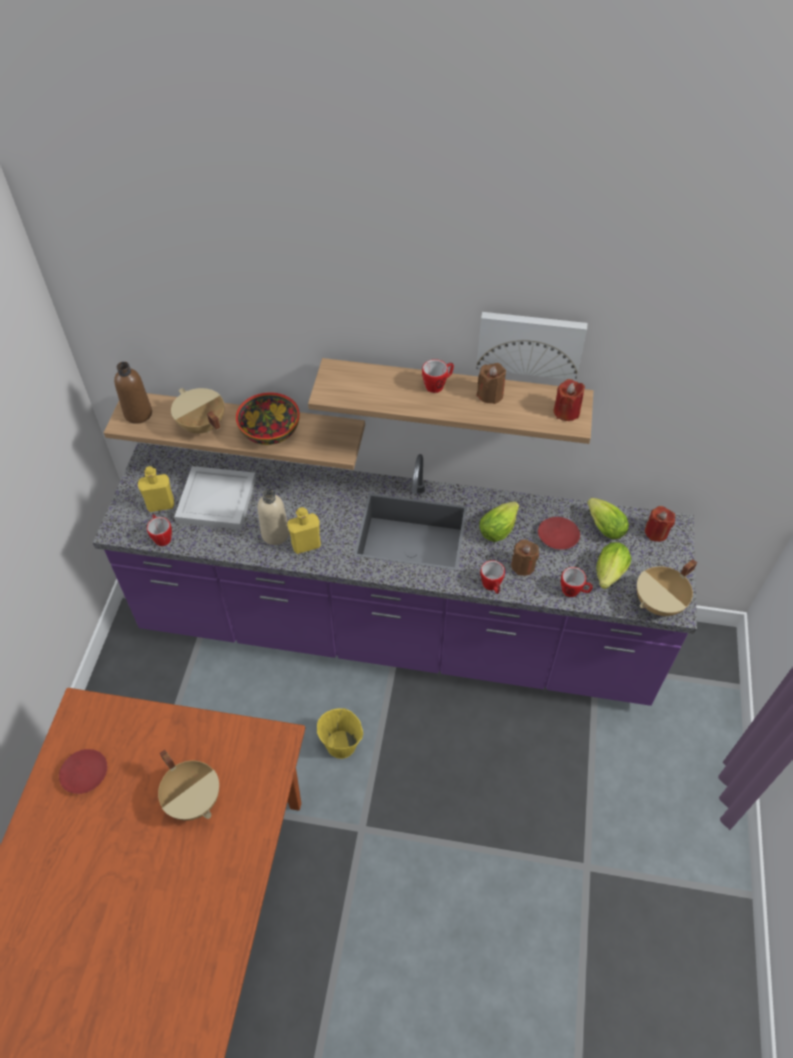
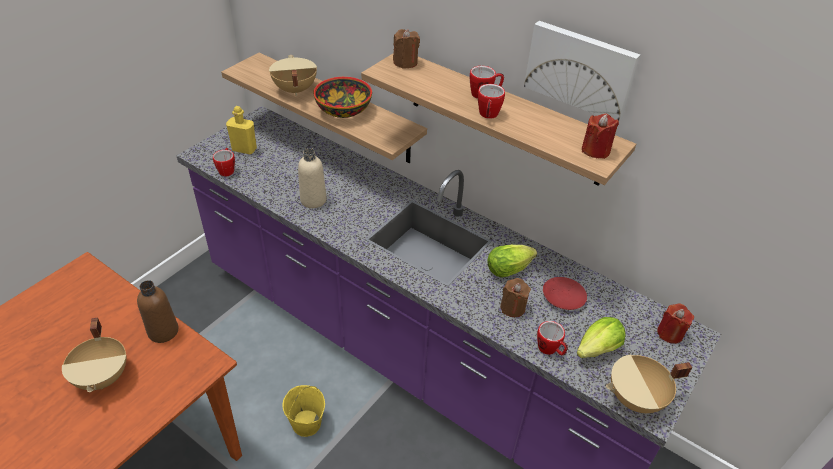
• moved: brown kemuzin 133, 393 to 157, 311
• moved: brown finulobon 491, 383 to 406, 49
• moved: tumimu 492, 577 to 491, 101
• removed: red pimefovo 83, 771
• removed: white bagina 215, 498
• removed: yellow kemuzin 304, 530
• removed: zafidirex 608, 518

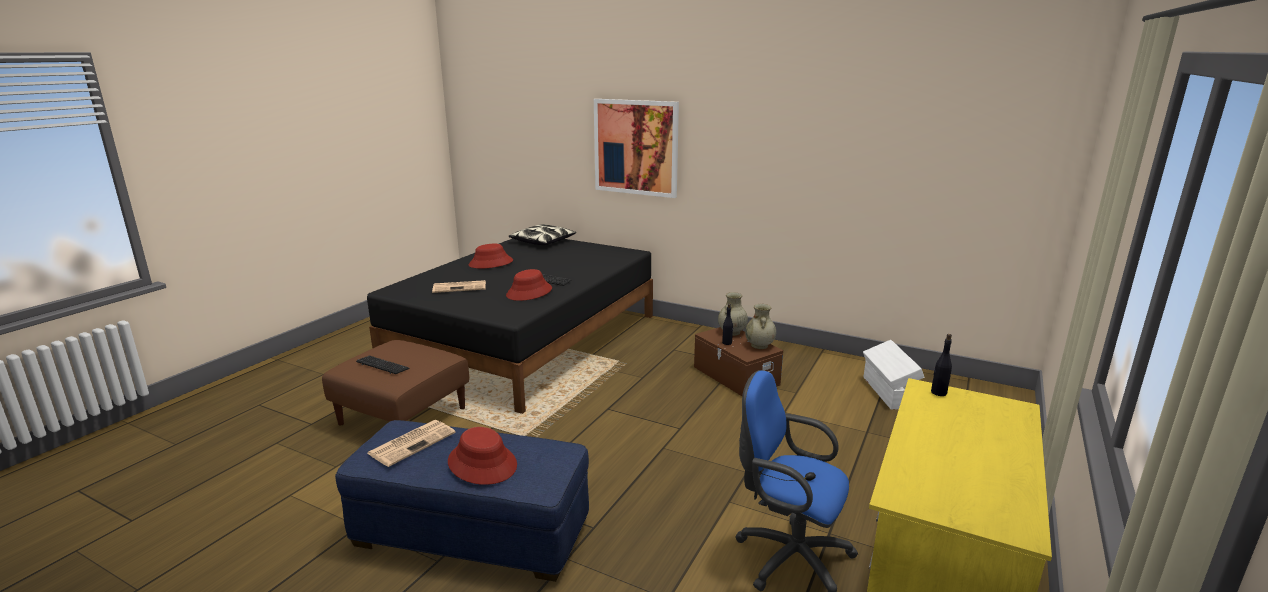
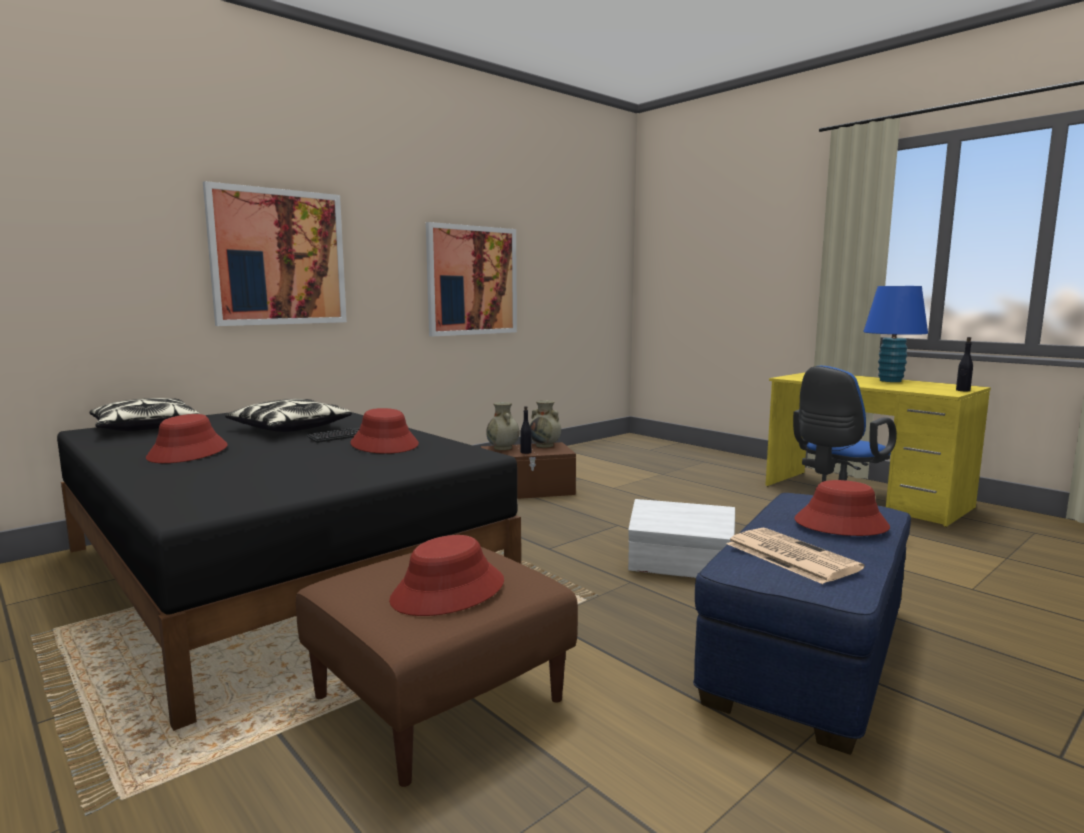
• added: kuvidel 288, 415
• replaced: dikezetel 382, 365 to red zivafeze 446, 575
• added: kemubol 471, 279
• moved: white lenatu 893, 375 to 681, 538
• added: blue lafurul 895, 334
• moved: black kemuzin 941, 365 to 964, 364
• removed: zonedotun 459, 286

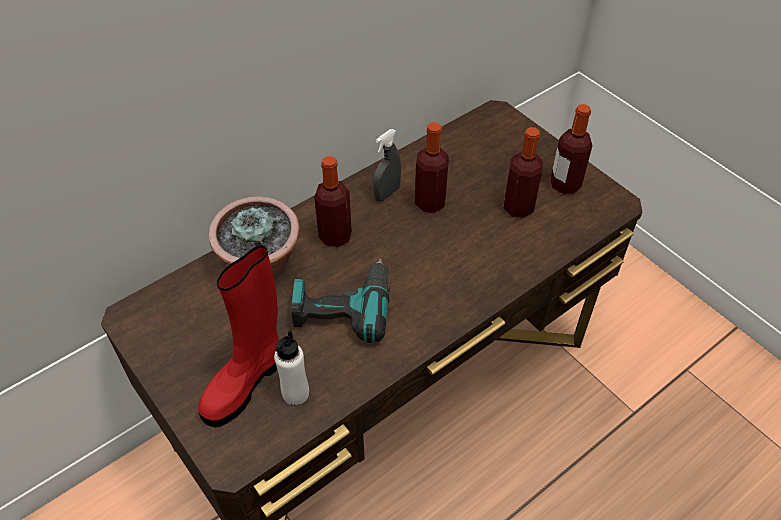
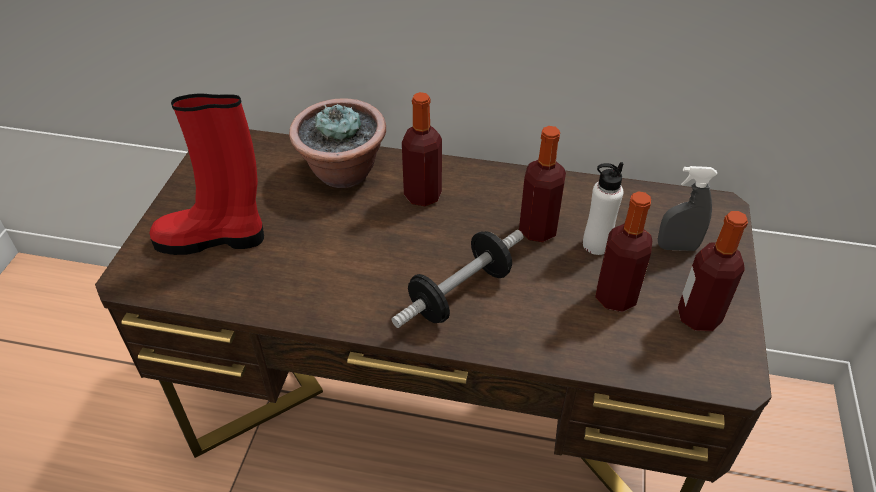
• added: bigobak 457, 279
• moved: white kemuzin 291, 367 to 603, 208
• moved: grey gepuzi 387, 165 to 688, 208
• removed: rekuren 340, 301

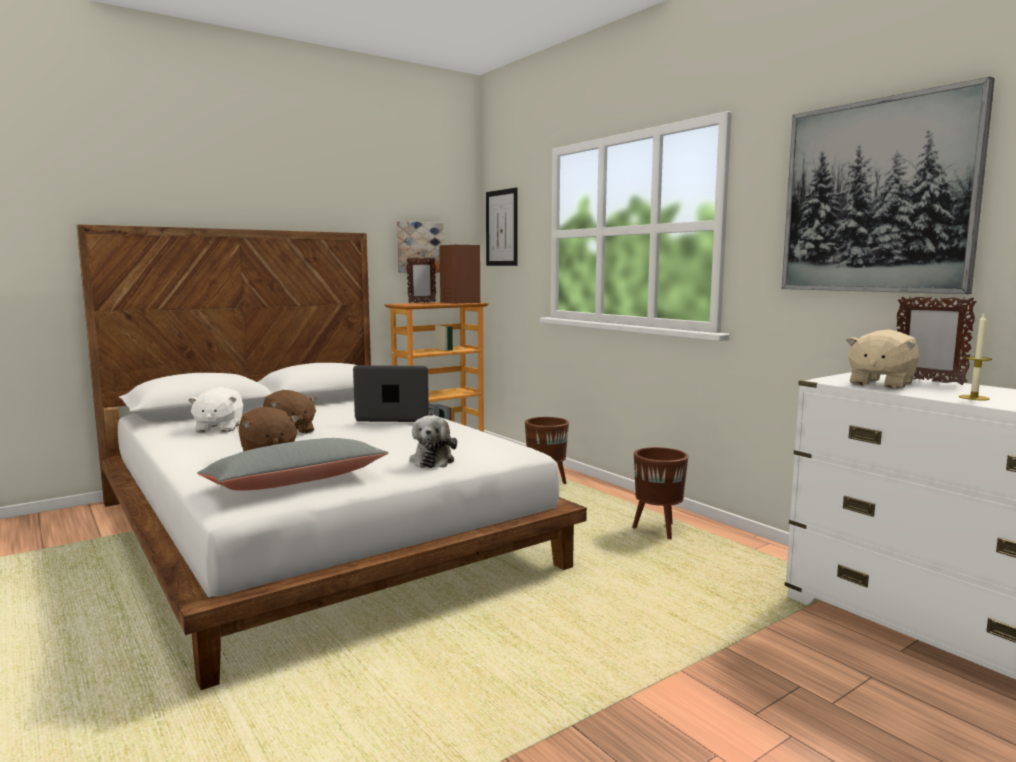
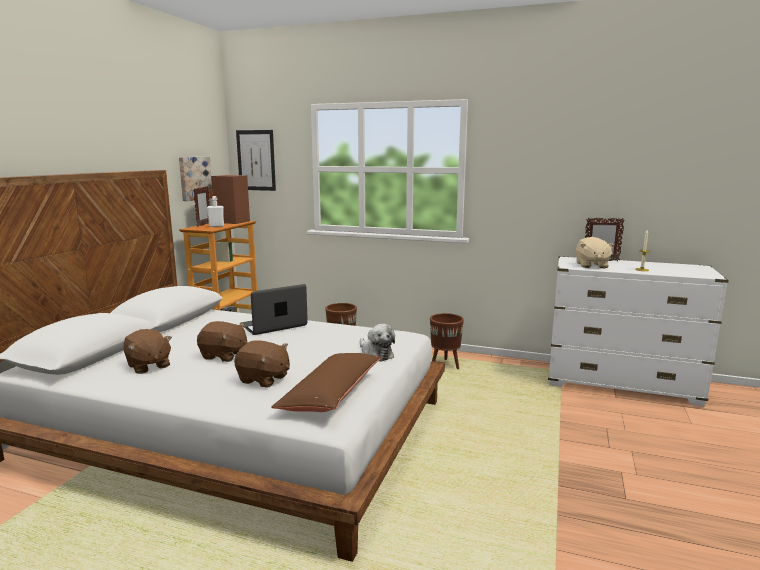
• recoloured: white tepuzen 215, 410 to brown tepuzen 147, 351
• added: white kemuzin 215, 211
• recoloured: grey kuvidel 293, 464 to brown kuvidel 326, 382
• removed: kemubol 888, 185

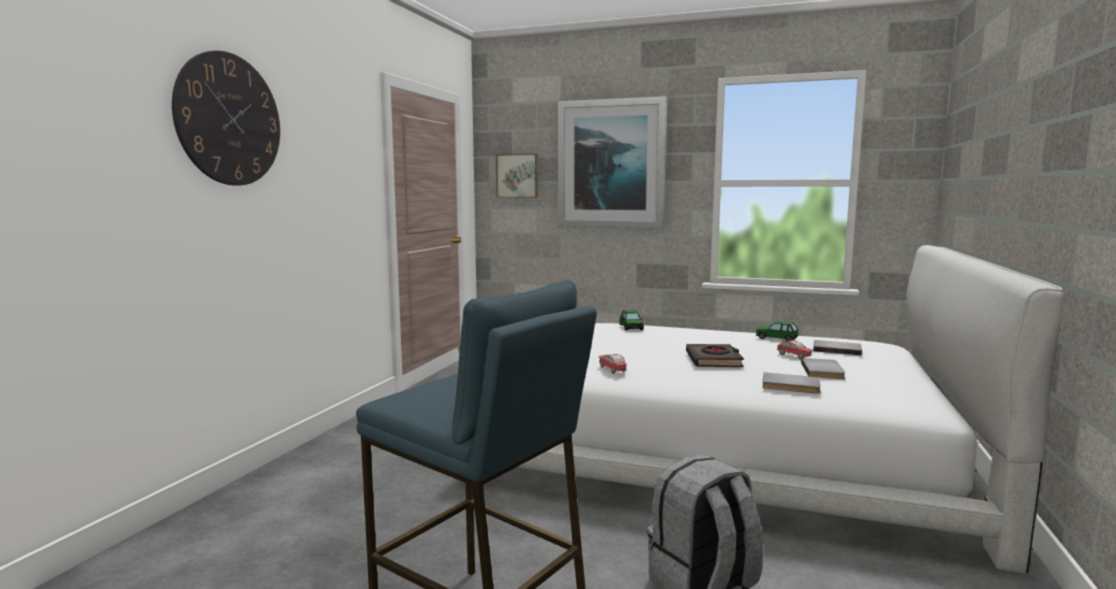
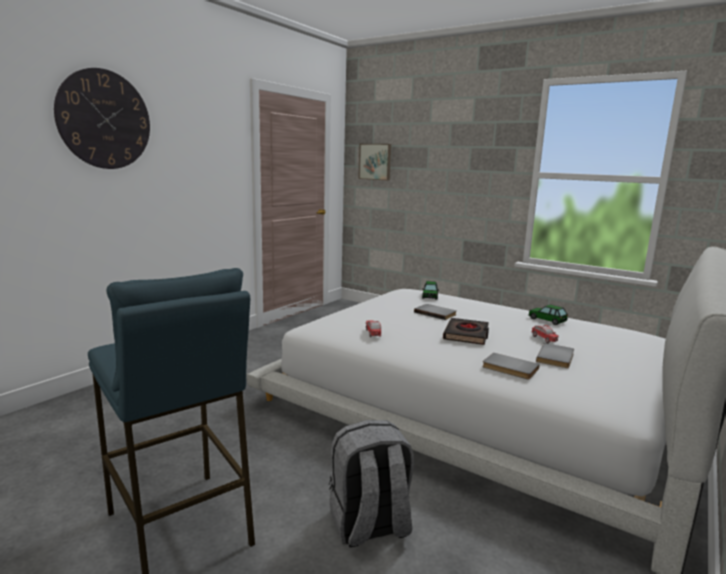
• moved: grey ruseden 837, 348 to 435, 312
• removed: kemubol 613, 162

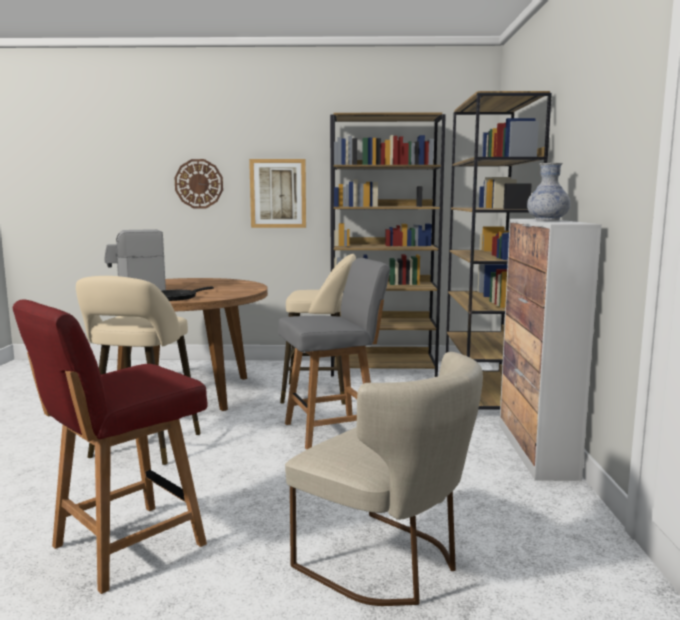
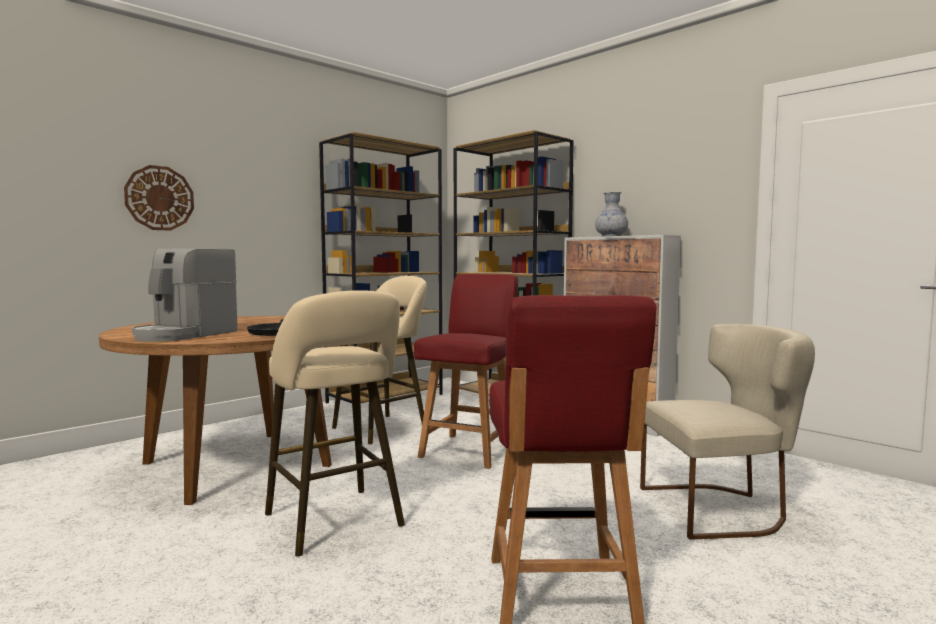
• recoloured: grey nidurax 334, 354 to red nidurax 466, 371
• removed: kemubol 277, 193

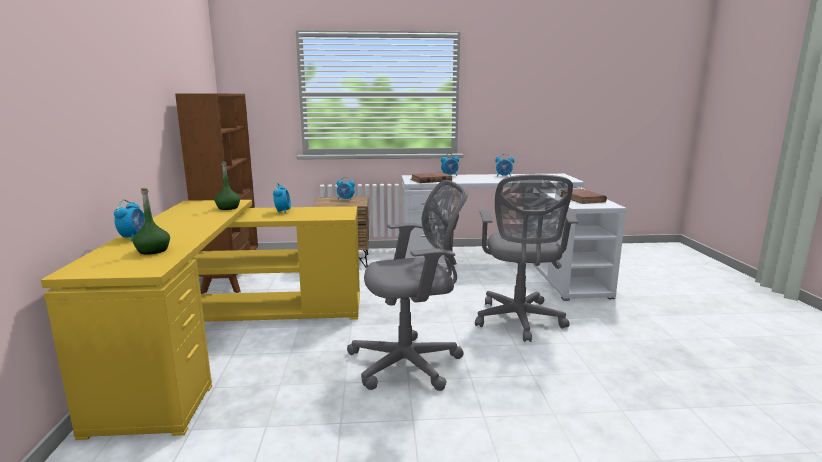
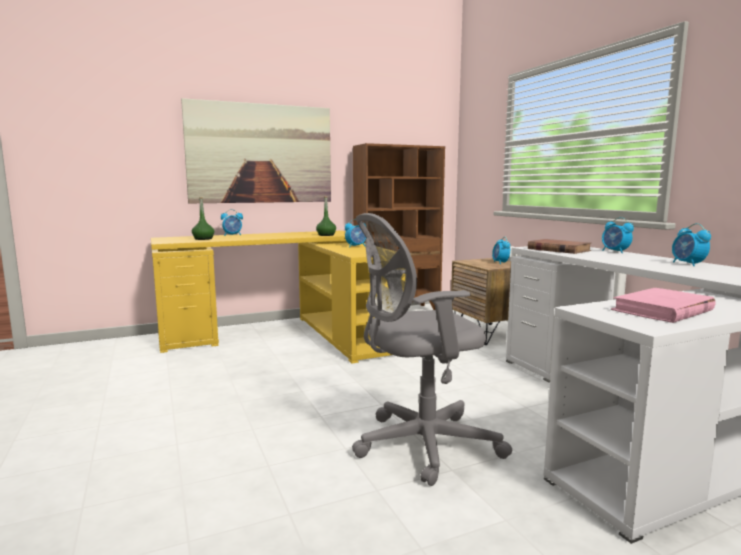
• added: kemubol 256, 150
• recoloured: brown ruseden 585, 196 to pink ruseden 663, 305
• removed: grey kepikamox 407, 285

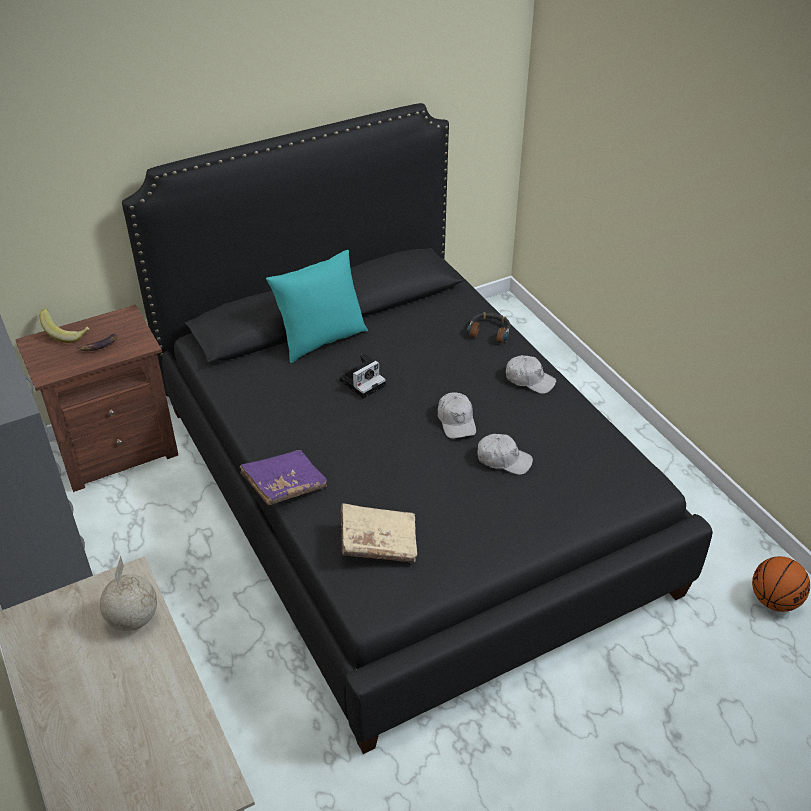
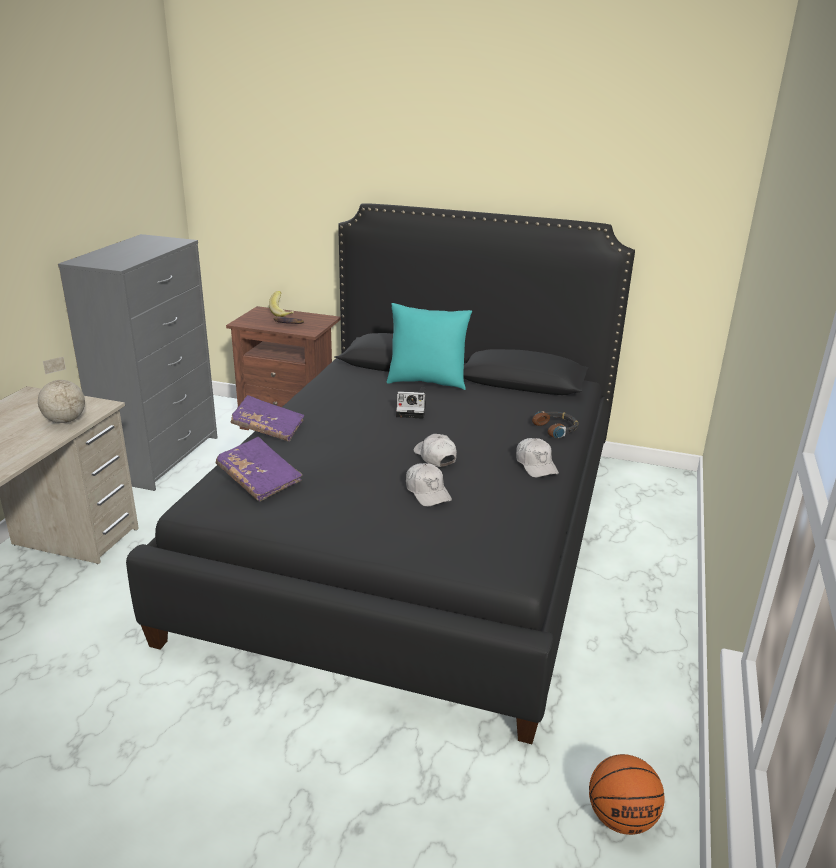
• recoloured: beige ruseden 379, 533 to purple ruseden 259, 469
• turned: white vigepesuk 457, 415 = 435, 450 120 degrees clockwise

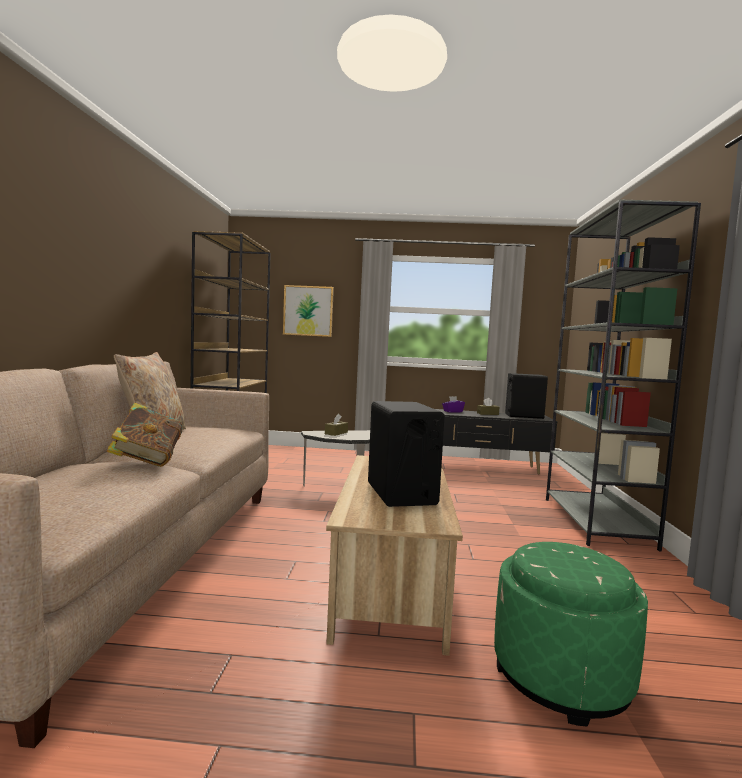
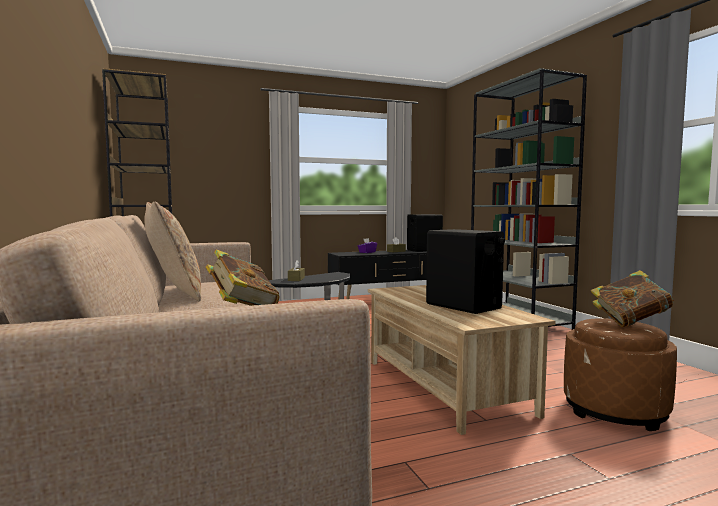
• recoloured: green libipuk 571, 634 to brown libipuk 620, 374
• added: ruseden 632, 298
• removed: kemubol 308, 311

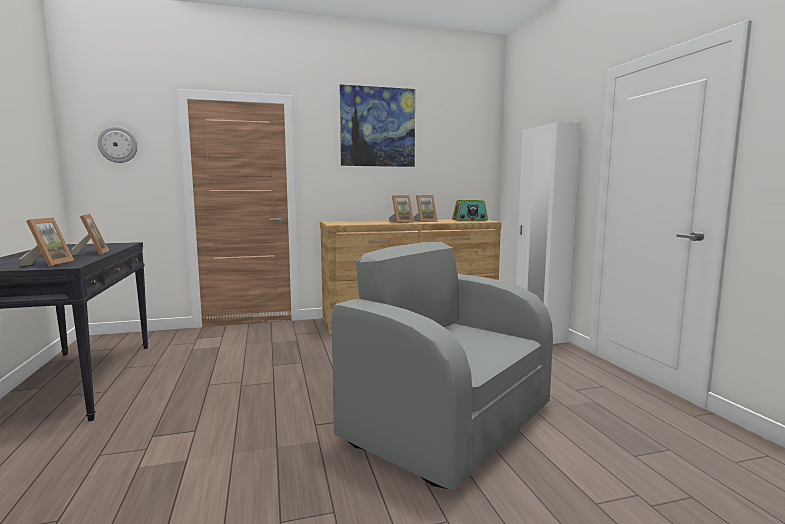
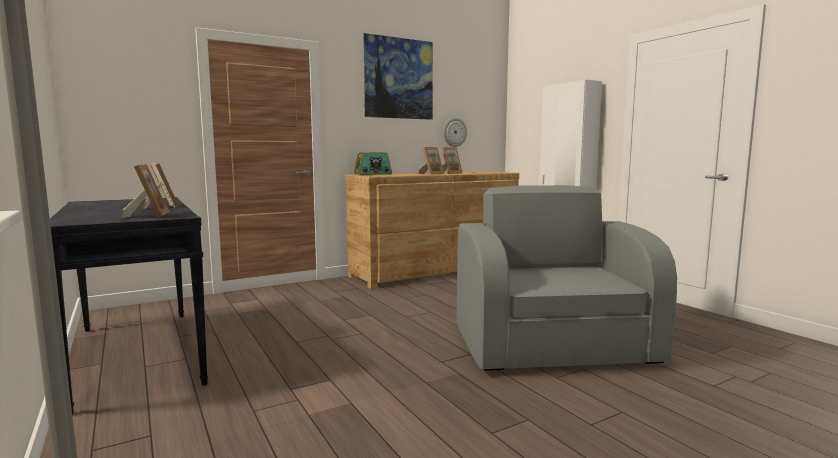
• moved: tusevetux 470, 210 to 373, 163
• moved: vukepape 118, 144 to 455, 132
• turned: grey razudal 442, 366 = 566, 278 60 degrees clockwise

